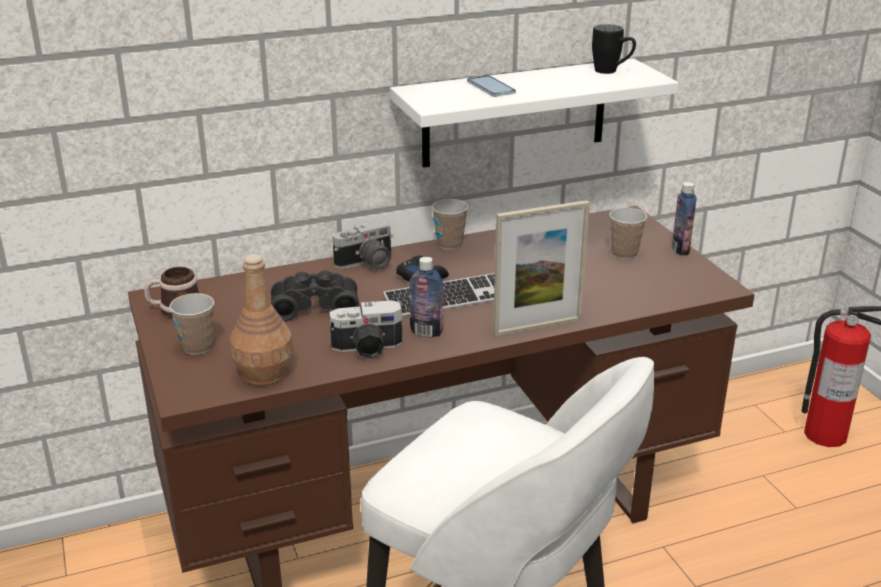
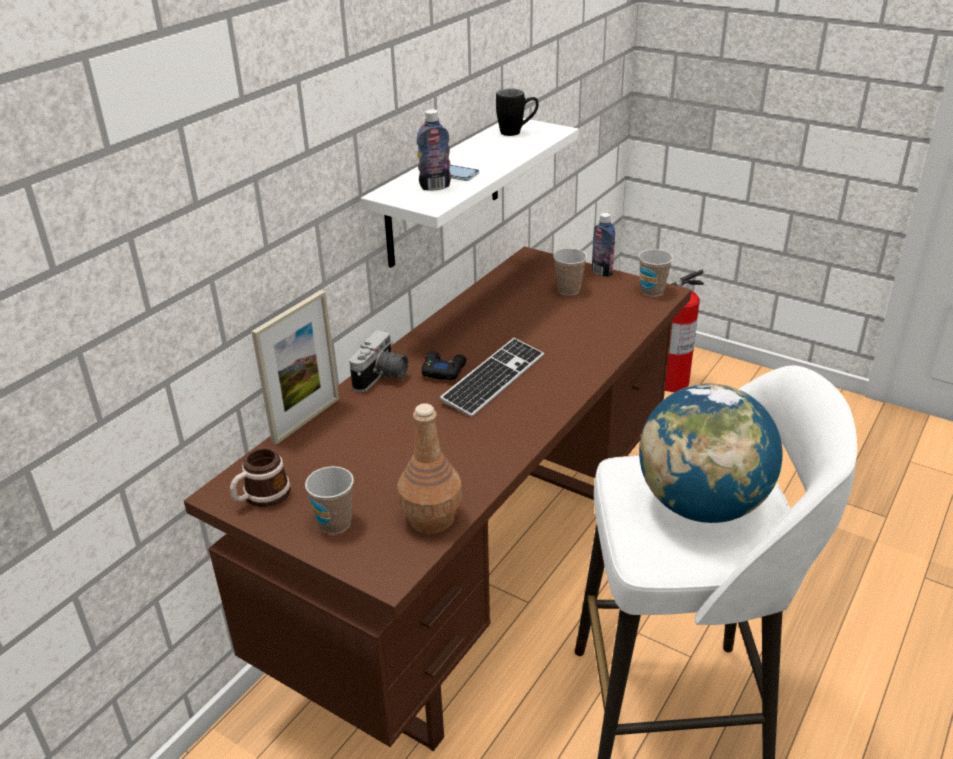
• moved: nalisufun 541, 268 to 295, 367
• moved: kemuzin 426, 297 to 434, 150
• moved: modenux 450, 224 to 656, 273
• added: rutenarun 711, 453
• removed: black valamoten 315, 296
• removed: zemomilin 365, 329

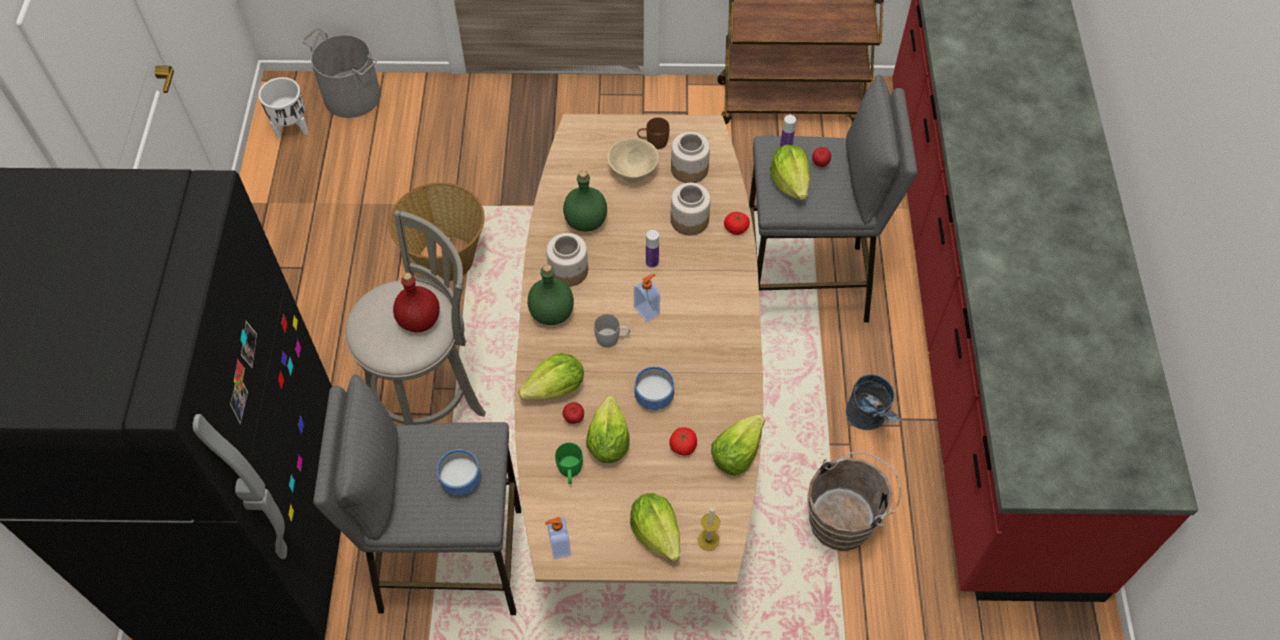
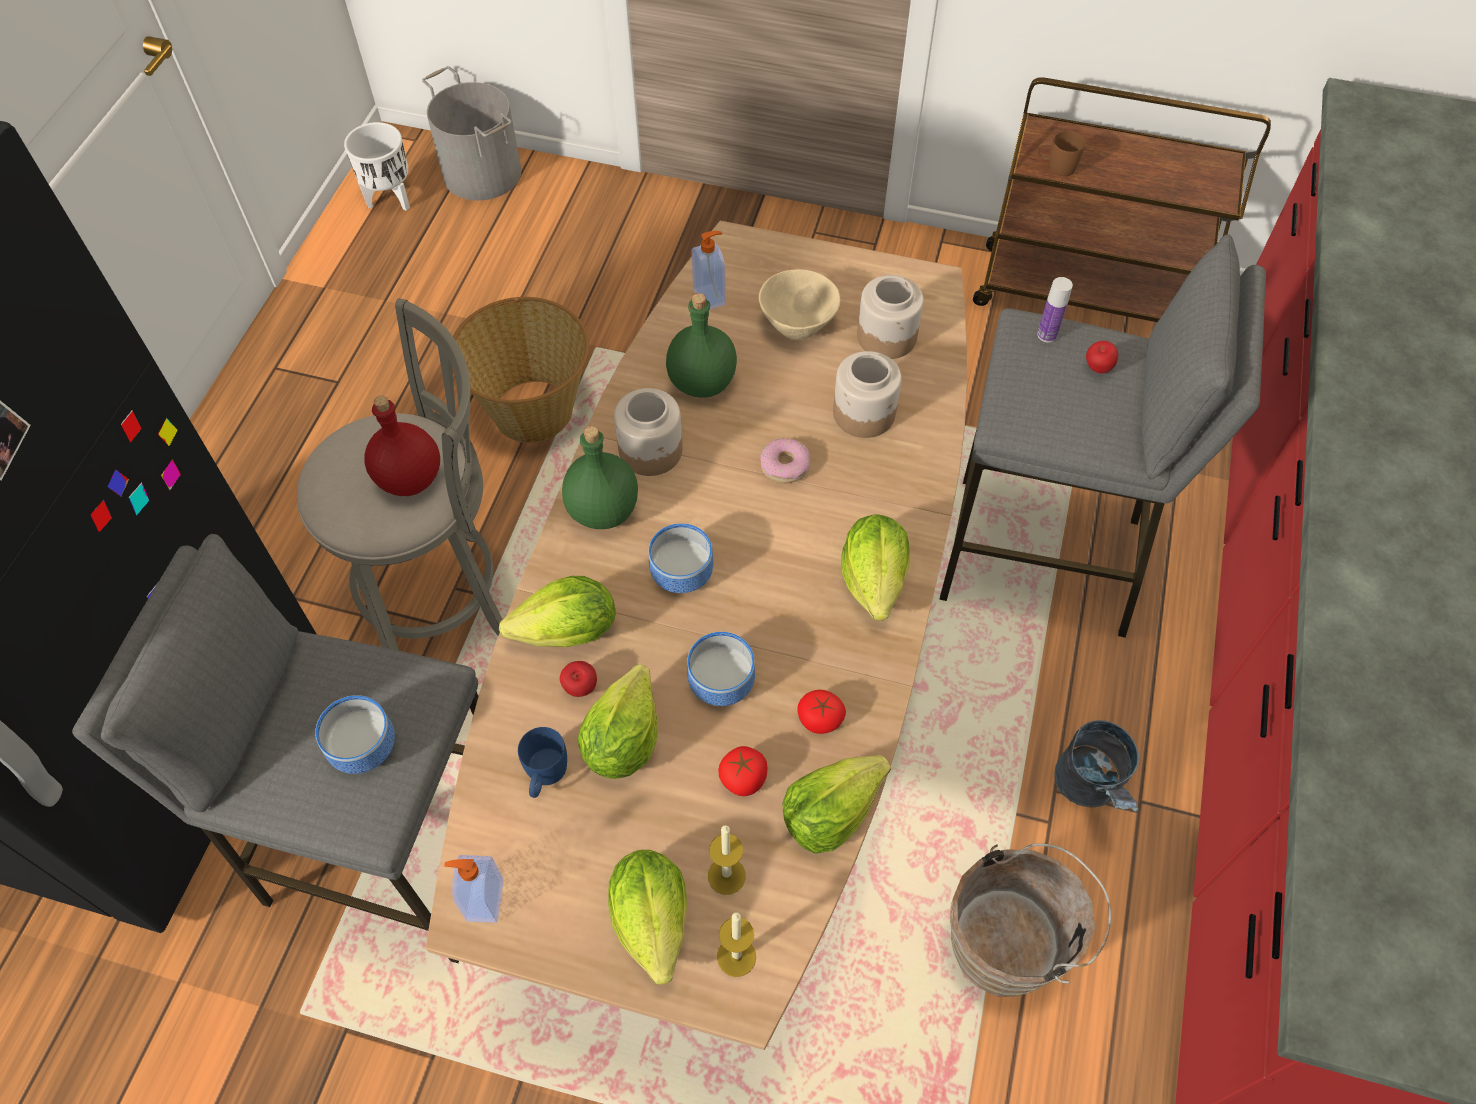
• recoloured: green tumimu 569, 463 to blue tumimu 542, 762
• replaced: white tumimu 612, 331 to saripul 681, 558
• moved: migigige 647, 298 to 708, 270
• added: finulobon 727, 860
• replaced: kemuzin 652, 249 to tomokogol 785, 460
• moved: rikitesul 737, 223 to 821, 712
• moved: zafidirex 790, 172 to 875, 567
• moved: brown tumimu 653, 133 to 1061, 153

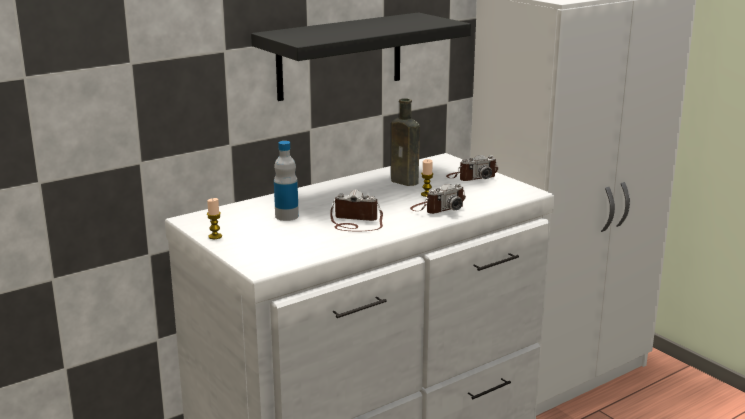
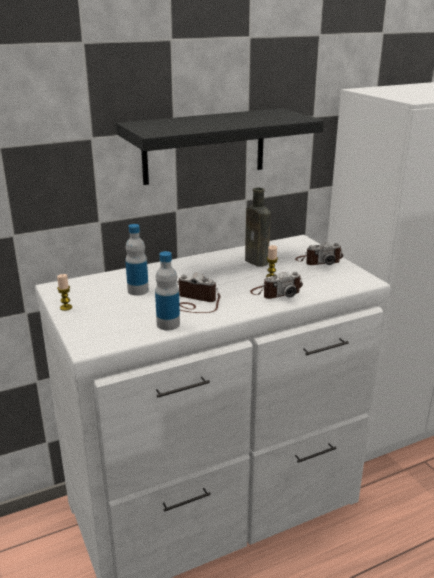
• added: kemuzin 167, 290

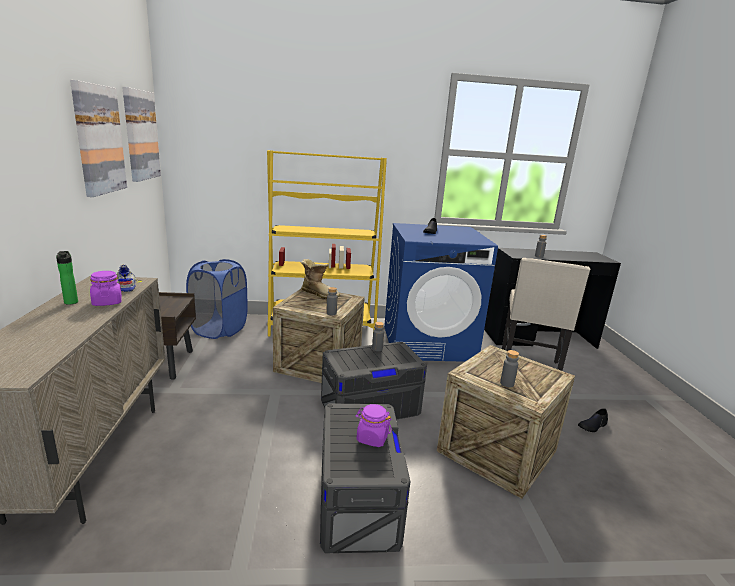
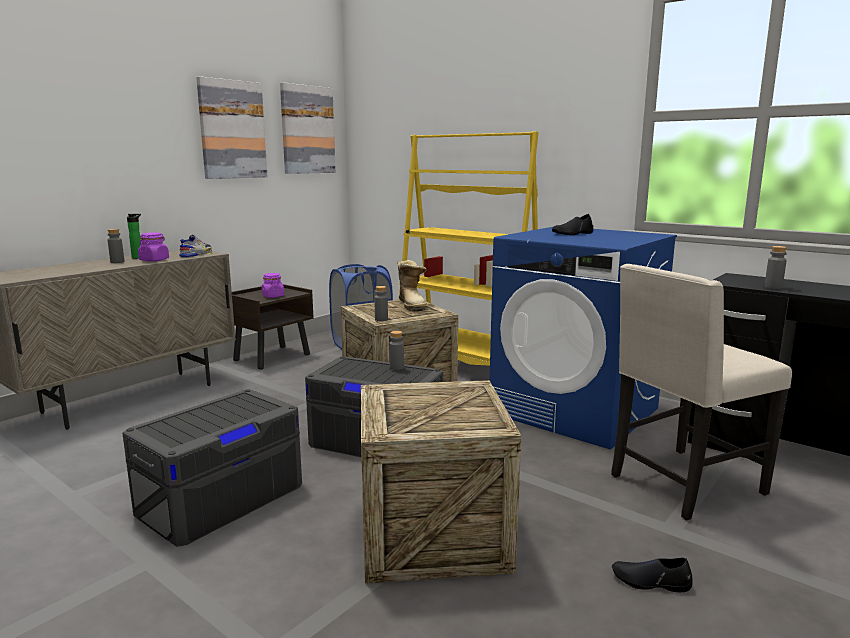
• moved: grey kemuzin 509, 368 to 116, 246
• moved: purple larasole 374, 425 to 273, 285

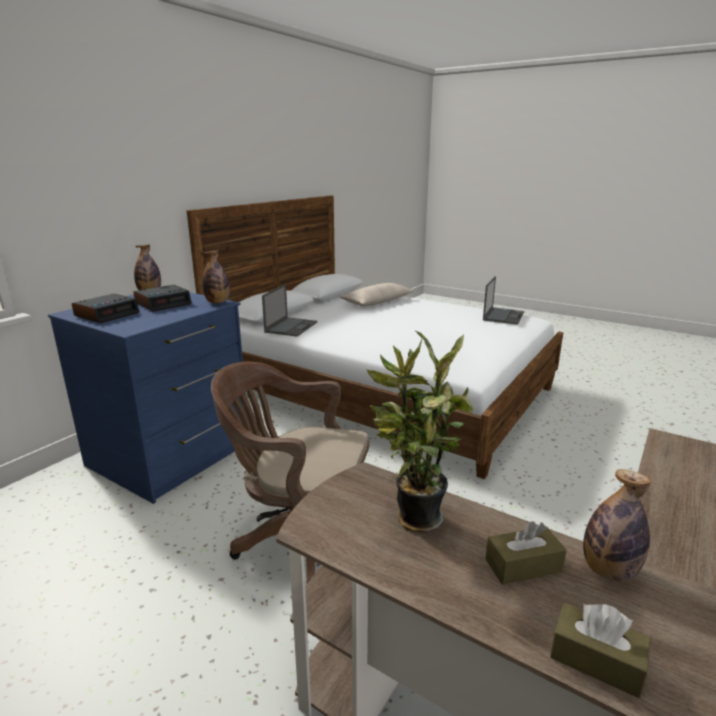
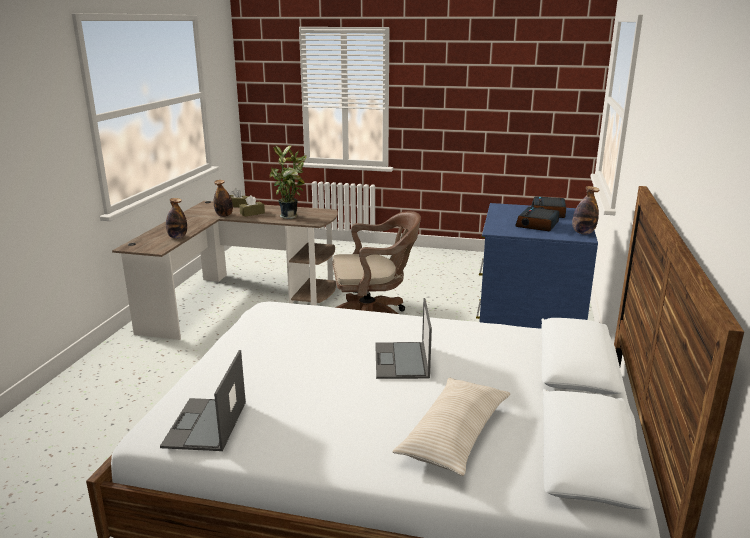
• moved: kemuzin 216, 276 to 176, 218
• moved: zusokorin 290, 310 to 403, 338

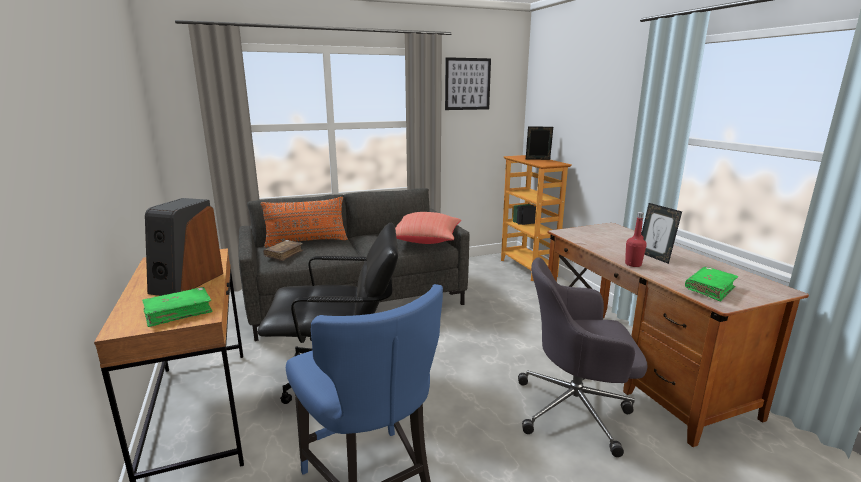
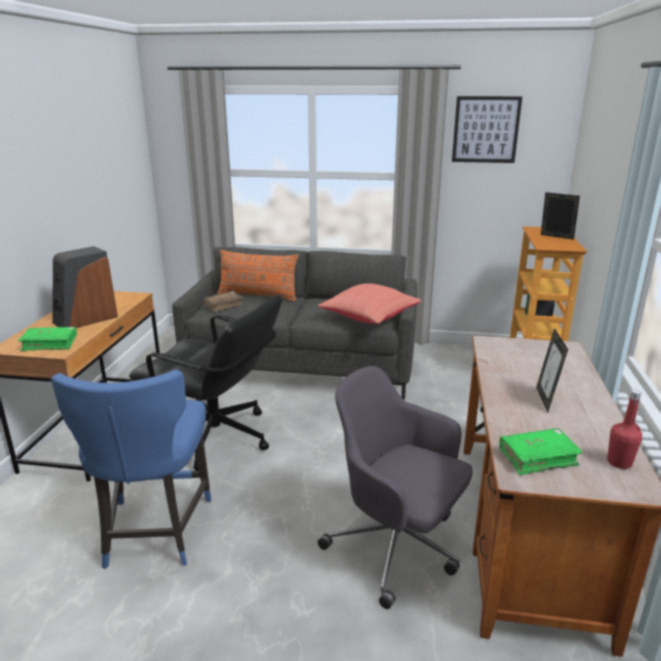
• moved: red kemuzin 636, 239 to 624, 429

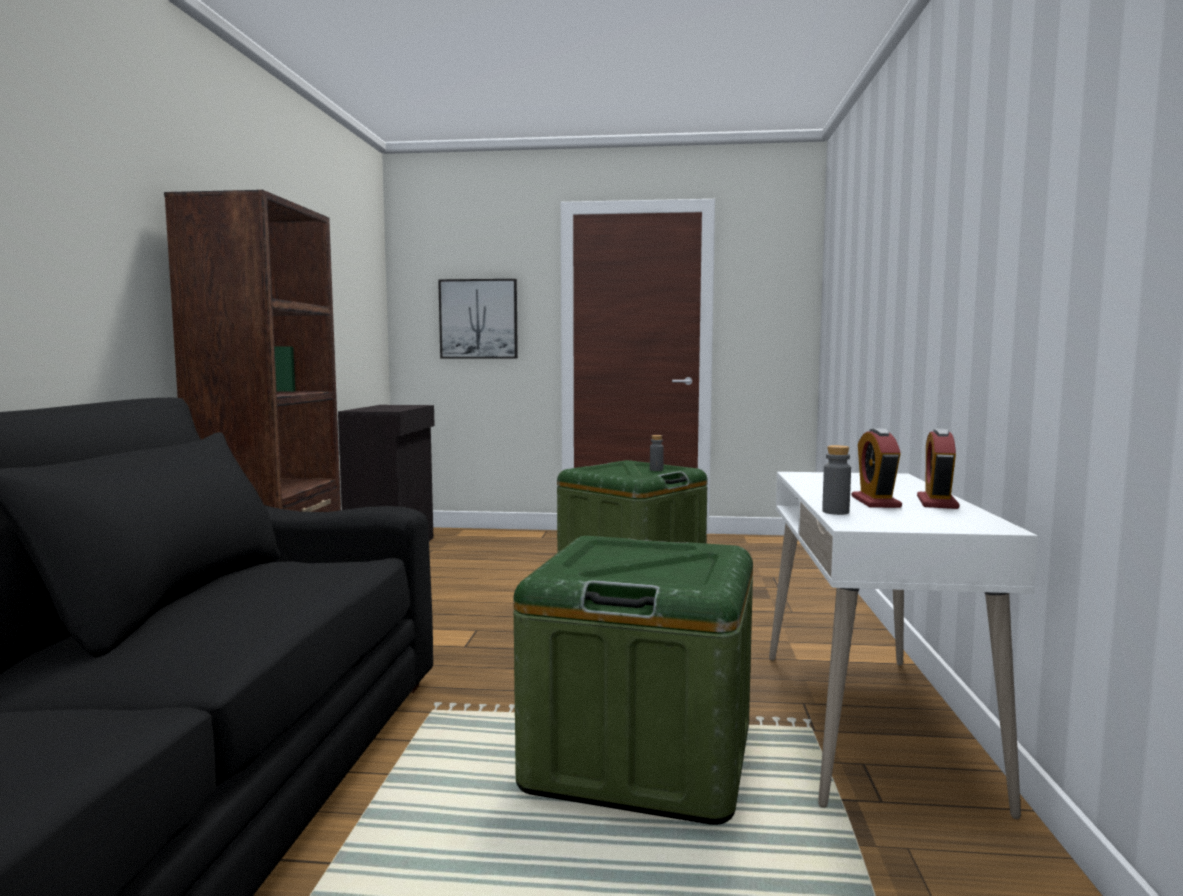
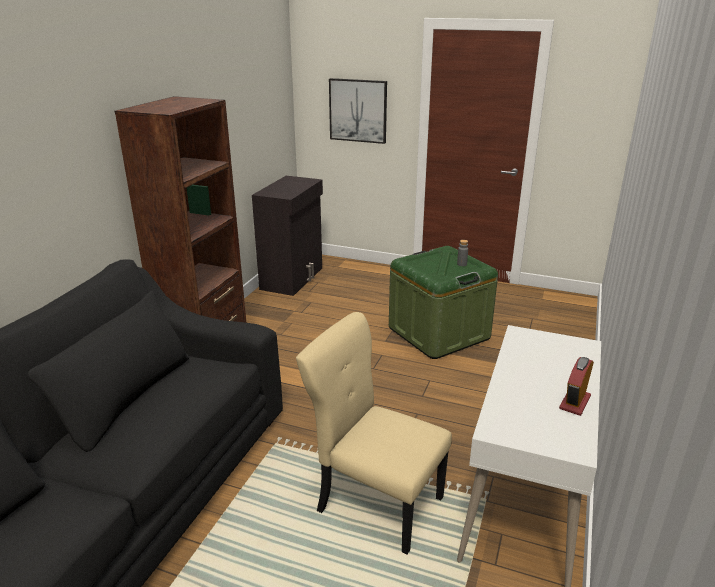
• replaced: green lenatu 633, 680 to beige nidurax 374, 433
• removed: grey kemuzin 836, 480
• removed: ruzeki 877, 468

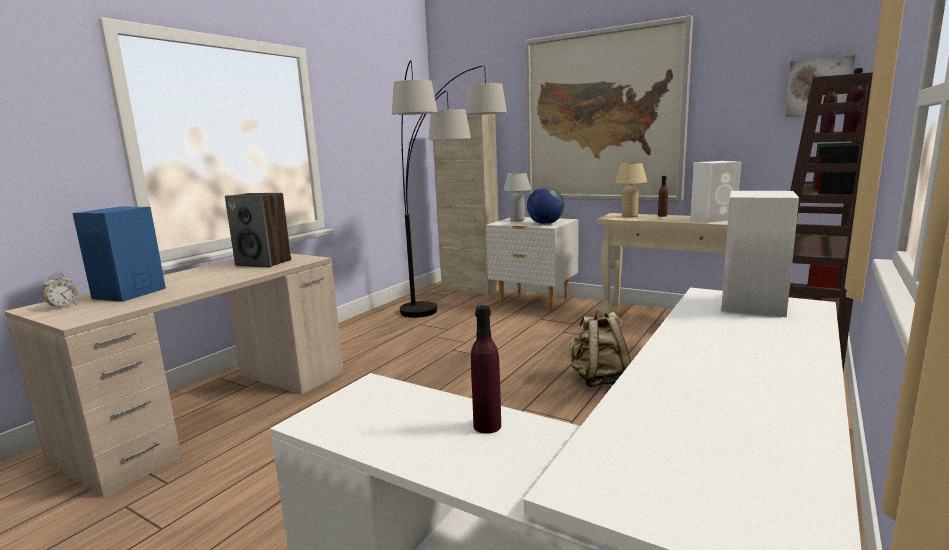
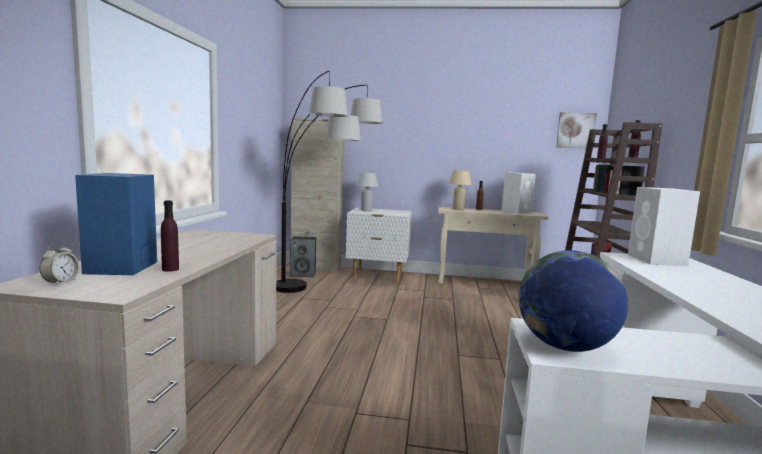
• moved: purple kemuzin 486, 369 to 170, 236
• moved: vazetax 258, 230 to 303, 256
• moved: rutenarun 545, 205 to 573, 301
• removed: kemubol 608, 108
• removed: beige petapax 600, 348

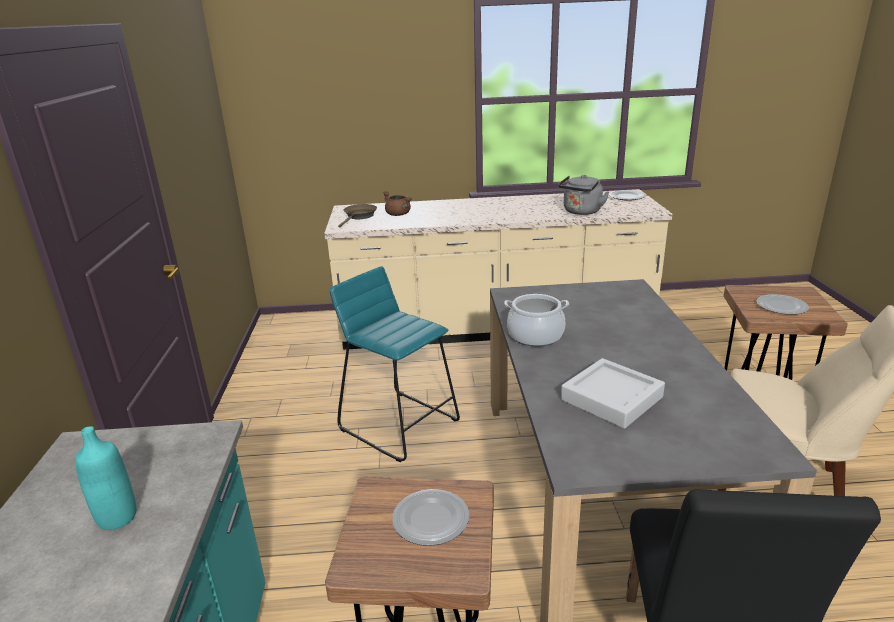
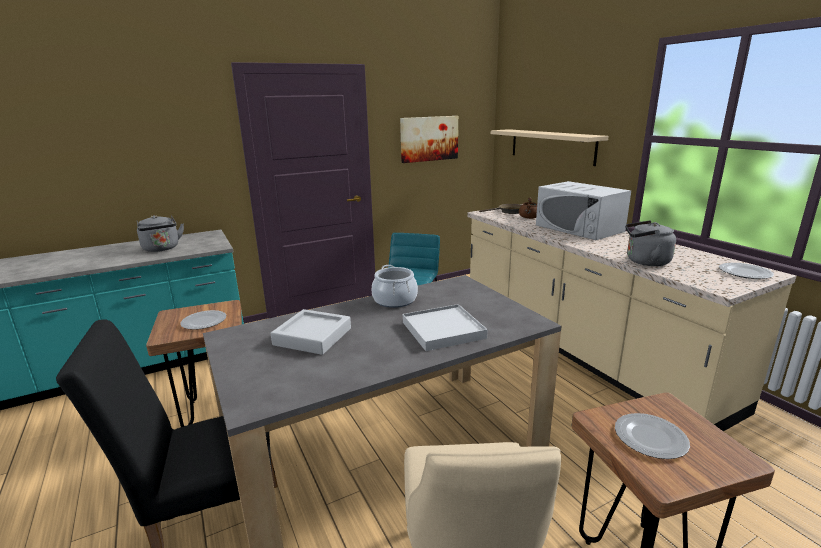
• replaced: turquoise kemuzin 105, 478 to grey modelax 160, 233
• added: kemubol 429, 139
• added: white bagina 445, 327
• added: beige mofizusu 550, 147
• added: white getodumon 583, 210

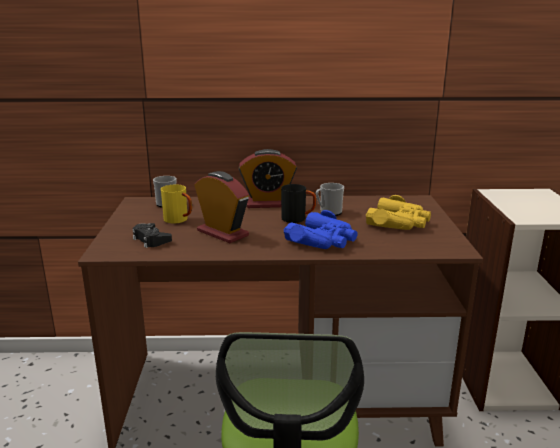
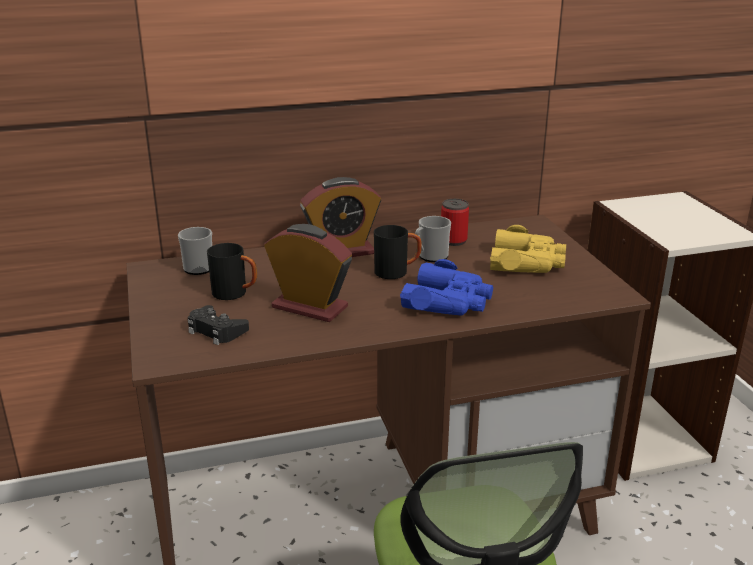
• recoloured: yellow tumimu 176, 204 to black tumimu 232, 271
• added: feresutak 455, 222

